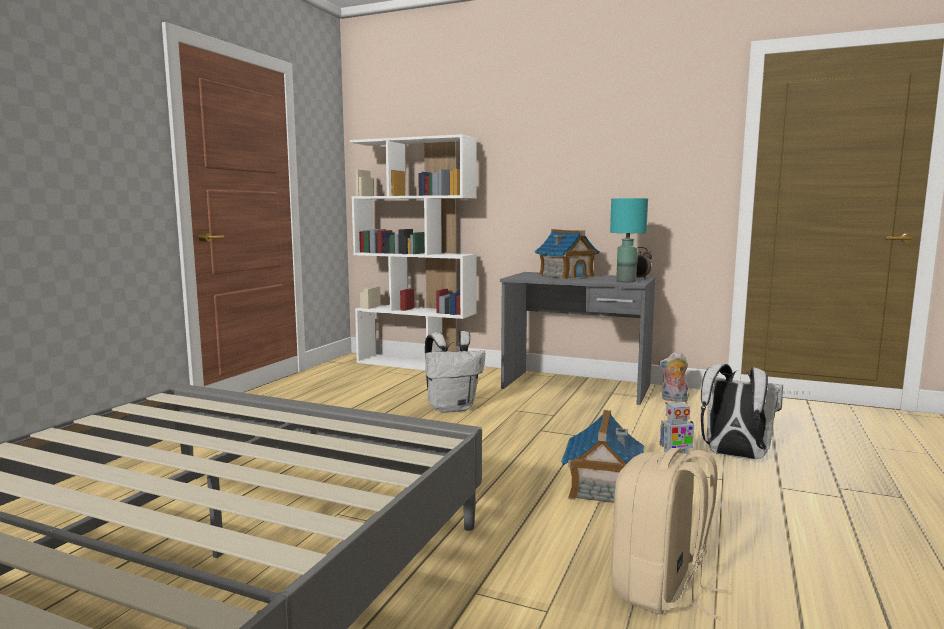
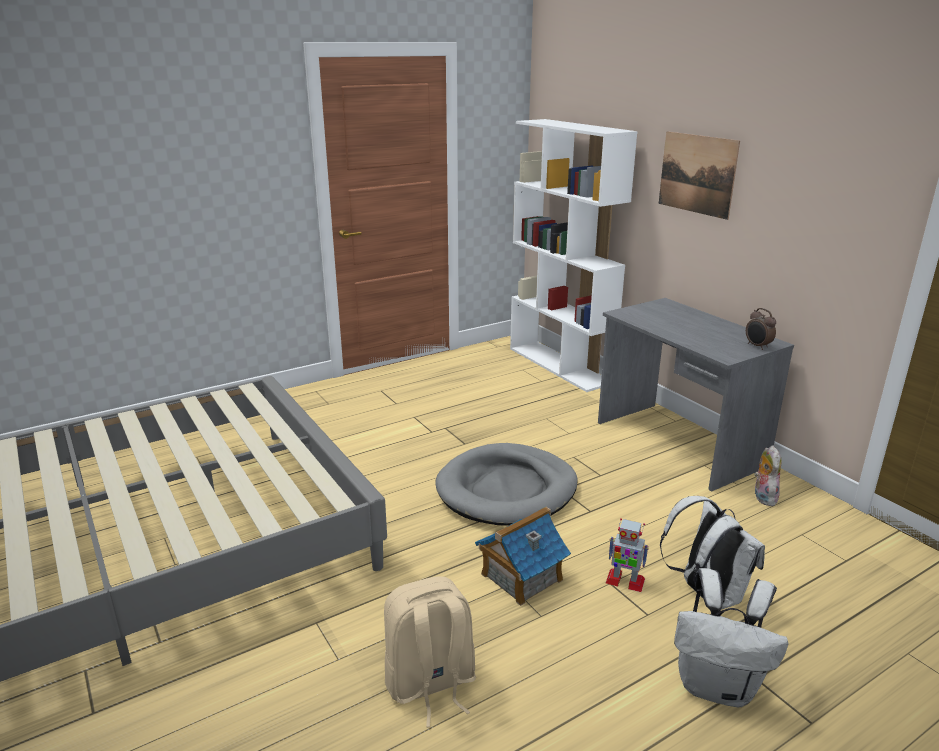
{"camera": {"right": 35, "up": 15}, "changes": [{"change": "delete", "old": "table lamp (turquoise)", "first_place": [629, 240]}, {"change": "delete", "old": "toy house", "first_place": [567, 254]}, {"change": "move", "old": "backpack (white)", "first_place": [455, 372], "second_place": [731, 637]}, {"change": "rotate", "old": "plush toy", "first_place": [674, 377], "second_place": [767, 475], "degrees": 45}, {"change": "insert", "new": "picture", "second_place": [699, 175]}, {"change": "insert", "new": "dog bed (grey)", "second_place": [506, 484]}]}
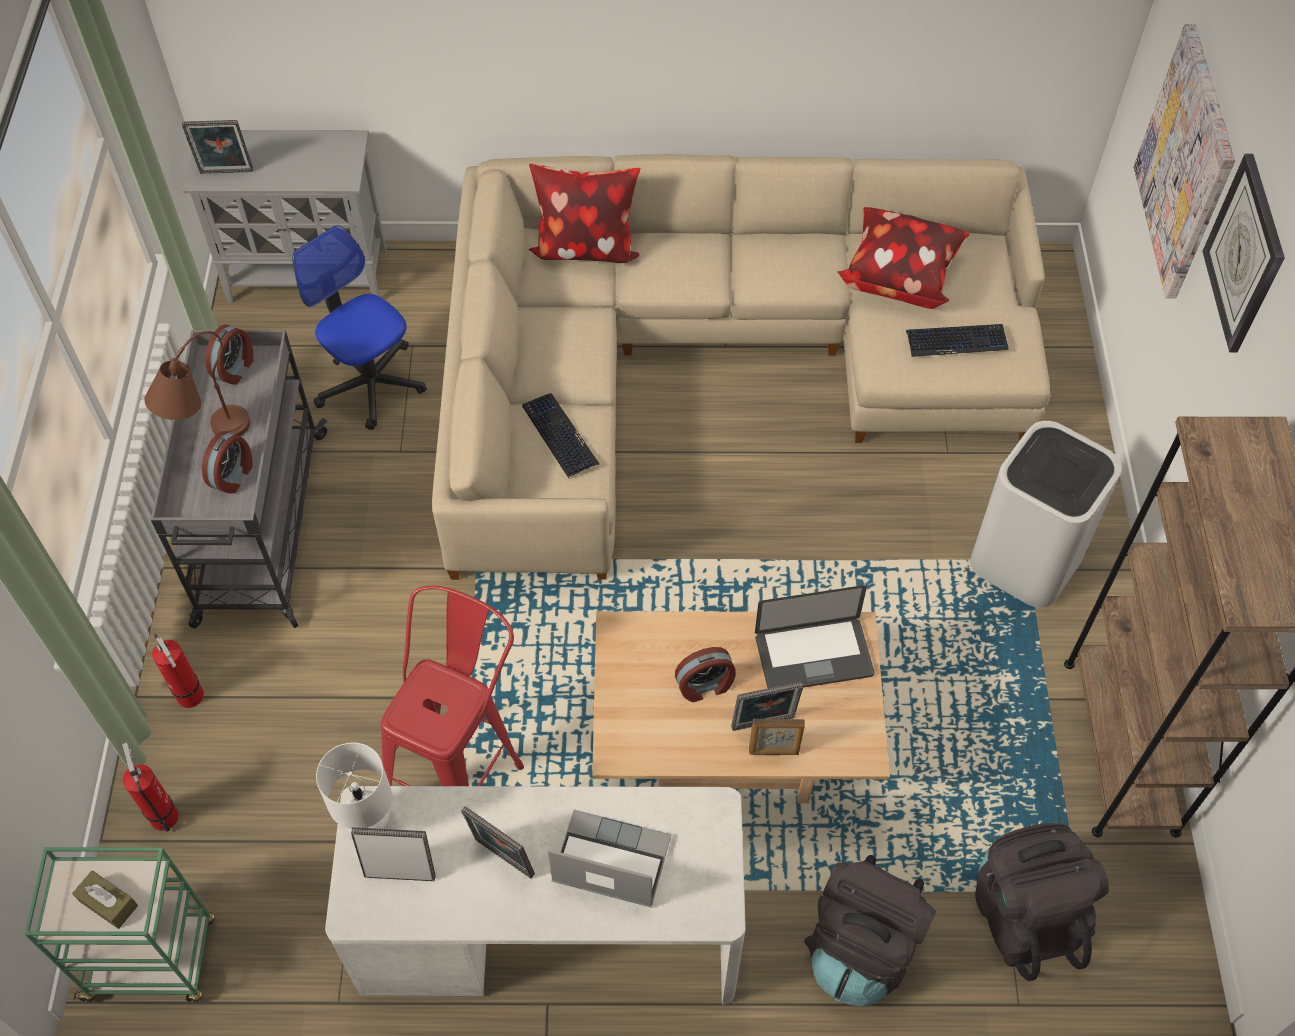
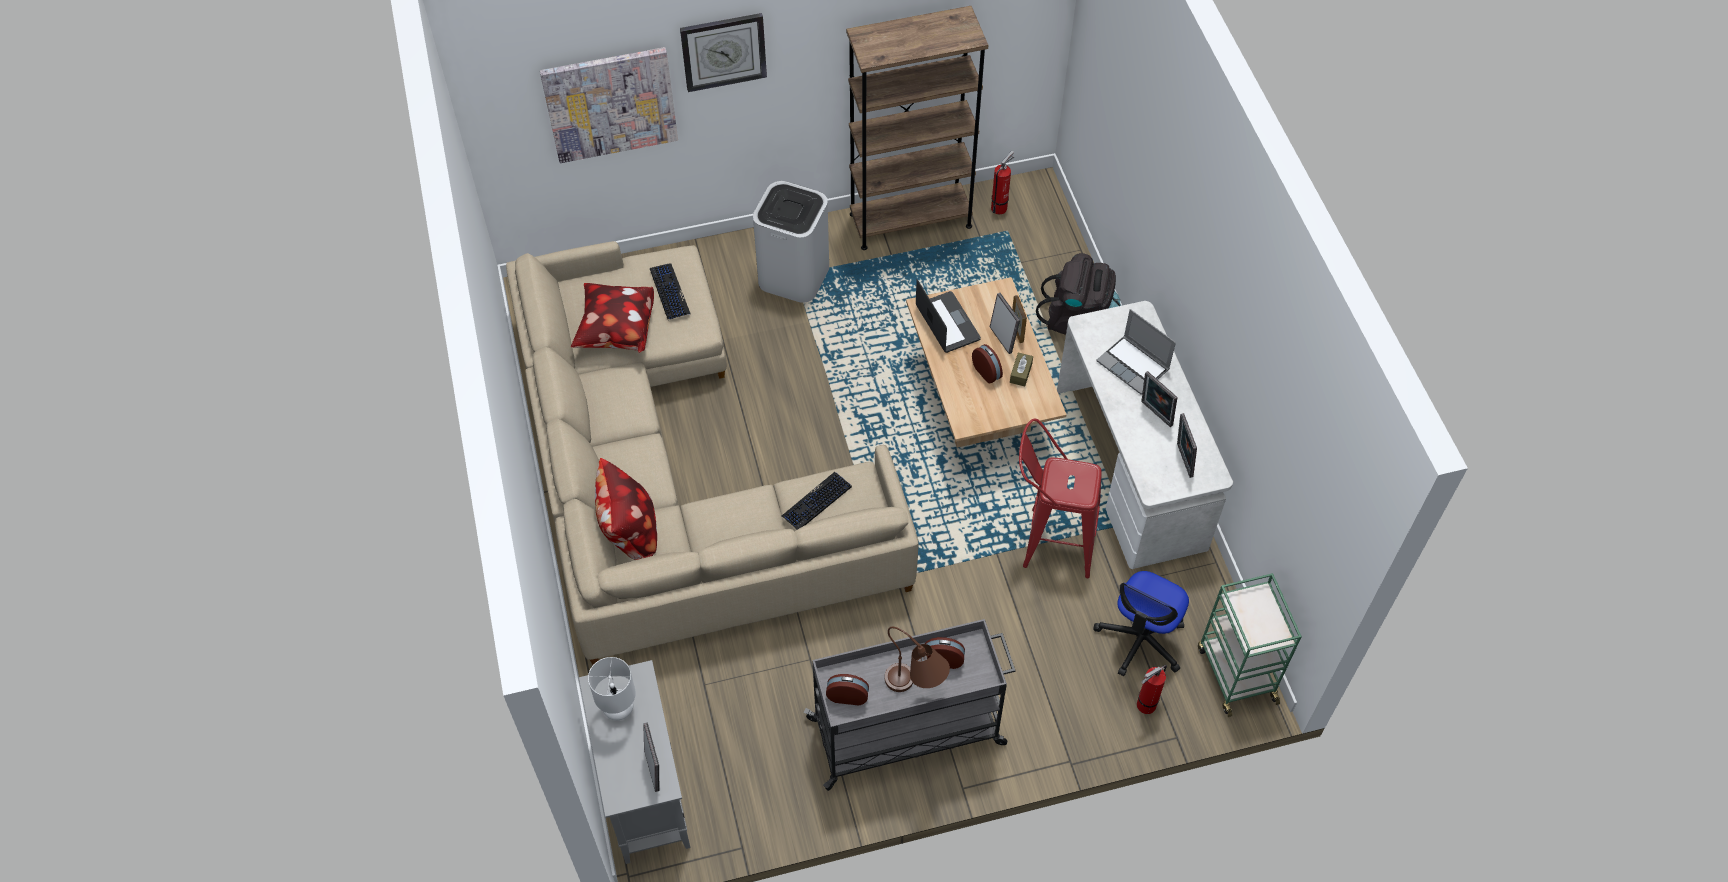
{"camera": {"right": -105, "up": 0}, "changes": [{"change": "move", "old": "office chair", "first_place": [359, 327], "second_place": [1141, 623]}, {"change": "move", "old": "fire extinguisher", "first_place": [178, 671], "second_place": [1002, 182]}, {"change": "move", "old": "table lamp (white)", "first_place": [354, 788], "second_place": [612, 689]}, {"change": "rotate", "old": "picture frame", "first_place": [498, 842], "second_place": [1159, 399], "degrees": 120}, {"change": "rotate", "old": "laptop", "first_place": [609, 858], "second_place": [1136, 351], "degrees": -45}, {"change": "delete", "old": "backpack (black)", "first_place": [1042, 902]}, {"change": "move", "old": "tissue box (brown)", "first_place": [105, 899], "second_place": [1021, 369]}]}
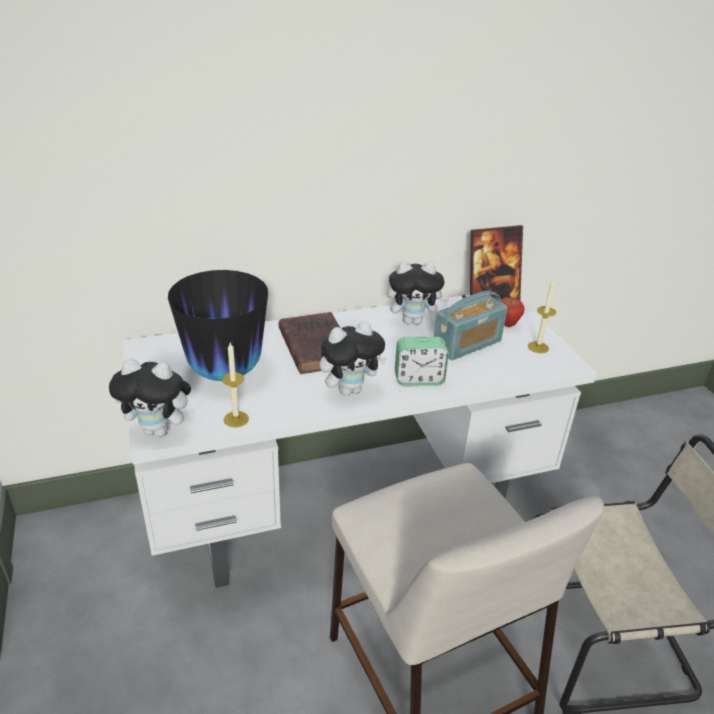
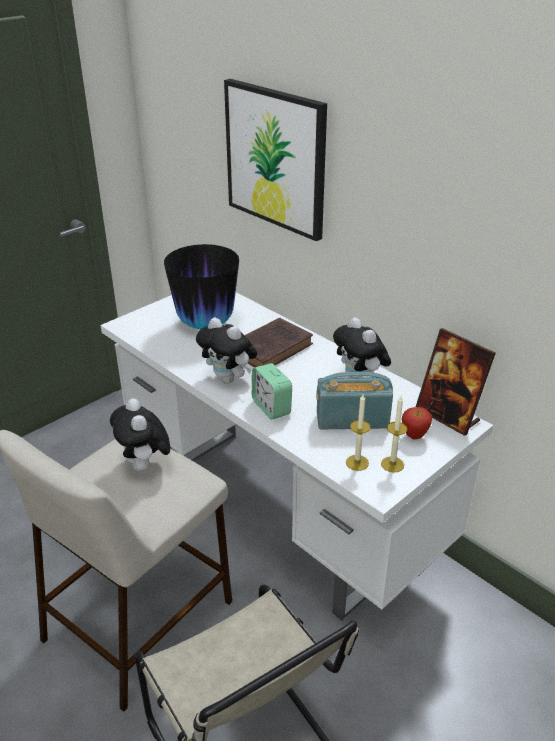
{"camera": {"right": 65, "up": 0}, "changes": [{"change": "rotate", "old": "radio", "first_place": [471, 325], "second_place": [354, 400], "degrees": 150}, {"change": "move", "old": "candle", "first_place": [235, 385], "second_place": [358, 432]}, {"change": "move", "old": "plush toy", "first_place": [152, 397], "second_place": [140, 434]}, {"change": "insert", "new": "picture", "second_place": [275, 160]}]}
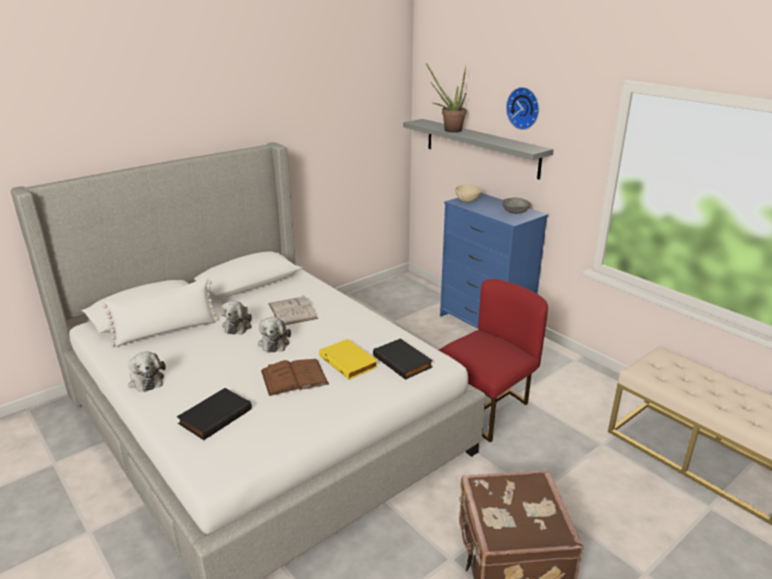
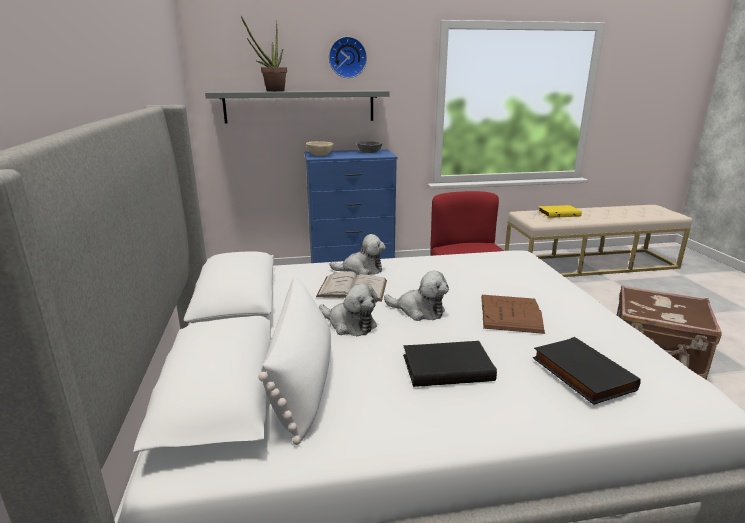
{"camera": {"right": -60, "up": -5}, "changes": [{"change": "move", "old": "book (black)", "first_place": [403, 359], "second_place": [450, 364]}, {"change": "move", "old": "book (yellow)", "first_place": [348, 359], "second_place": [560, 211]}, {"change": "move", "old": "plush toy", "first_place": [147, 372], "second_place": [358, 254]}]}
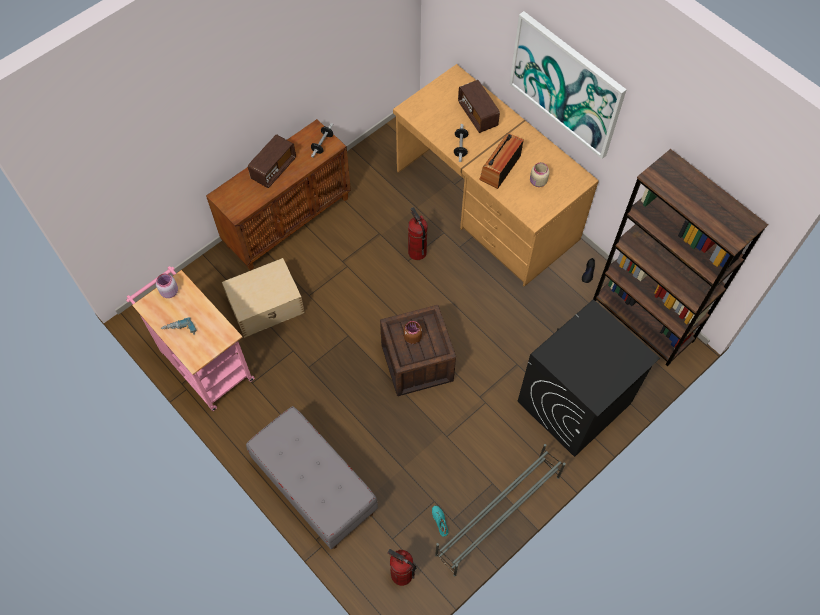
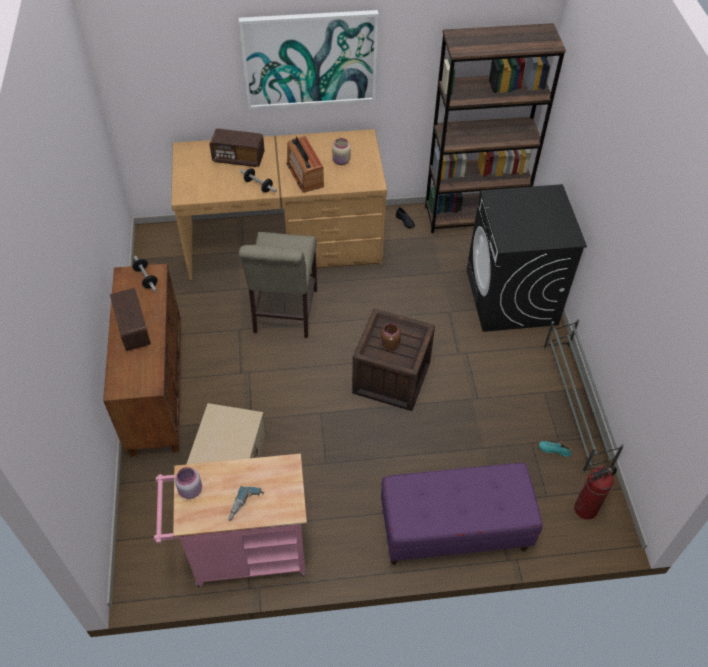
{"camera": {"right": -55, "up": -10}, "changes": [{"change": "replace", "old": "fire extinguisher", "new": "chair (beige)", "first_place": [418, 233], "second_place": [278, 285]}, {"change": "recolor", "old": "bench (grey)", "new": "bench (purple)", "first_place": [312, 477], "second_place": [462, 514]}]}
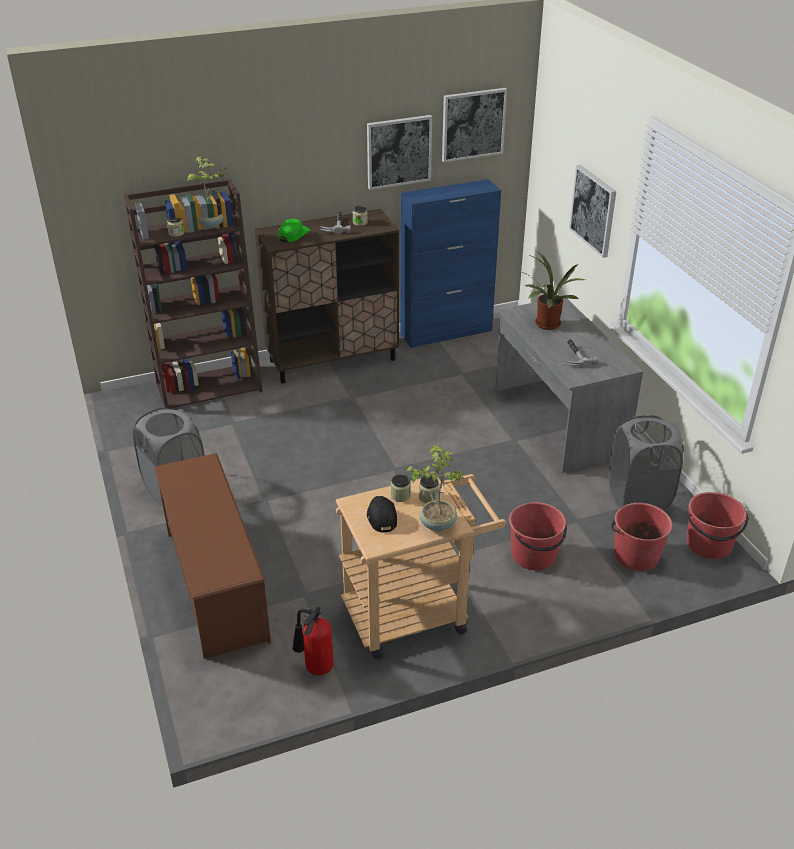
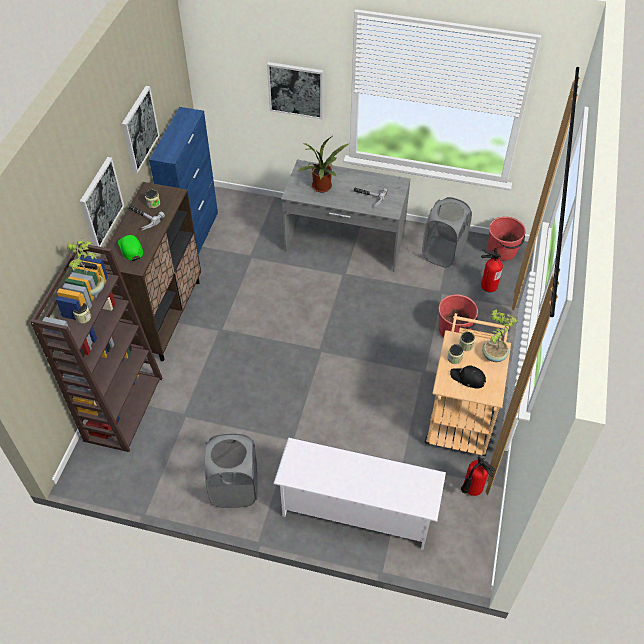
{"camera": {"right": -55, "up": 15}, "changes": [{"change": "move", "old": "picture", "first_place": [474, 125], "second_place": [102, 202]}, {"change": "recolor", "old": "shoe rack (brown)", "new": "shoe rack (white)", "first_place": [212, 556], "second_place": [359, 493]}, {"change": "replace", "old": "bucket (red)", "new": "fire extinguisher", "first_place": [642, 537], "second_place": [492, 270]}]}
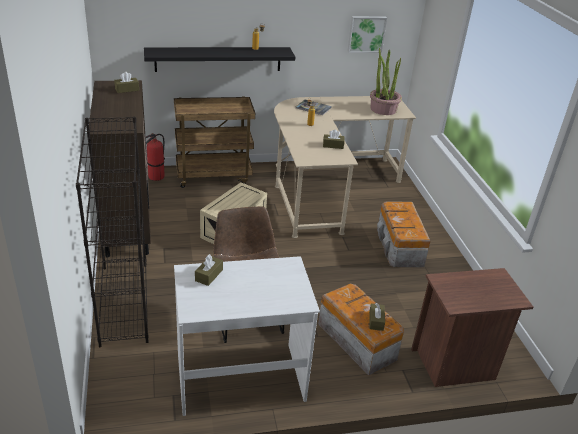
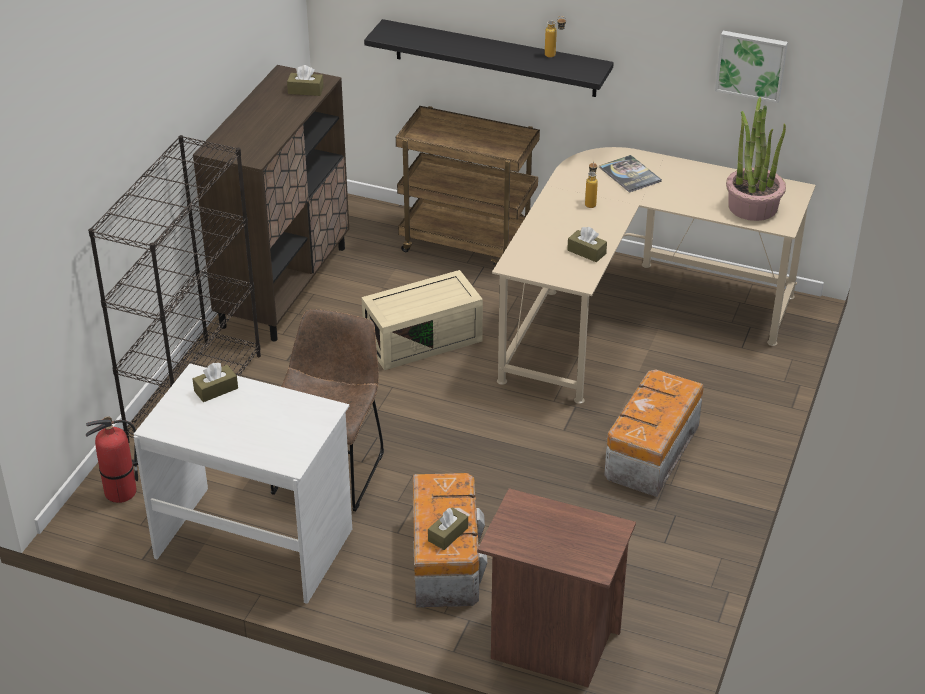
{"camera": {"right": 35, "up": 5}, "changes": [{"change": "move", "old": "fire extinguisher", "first_place": [155, 157], "second_place": [112, 459]}]}
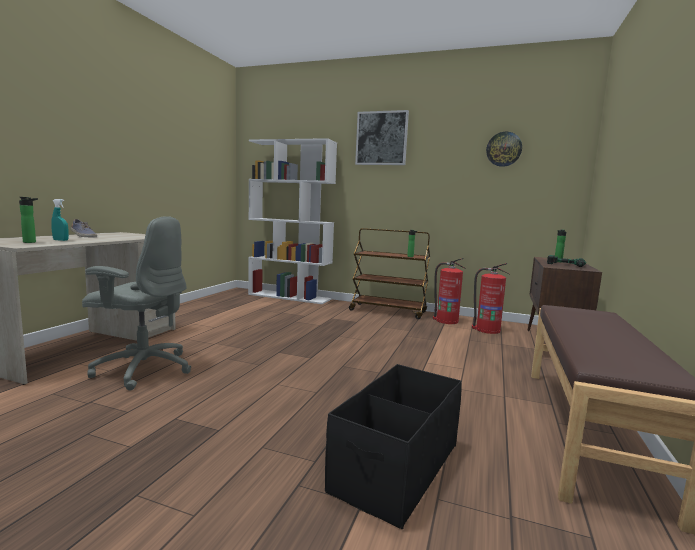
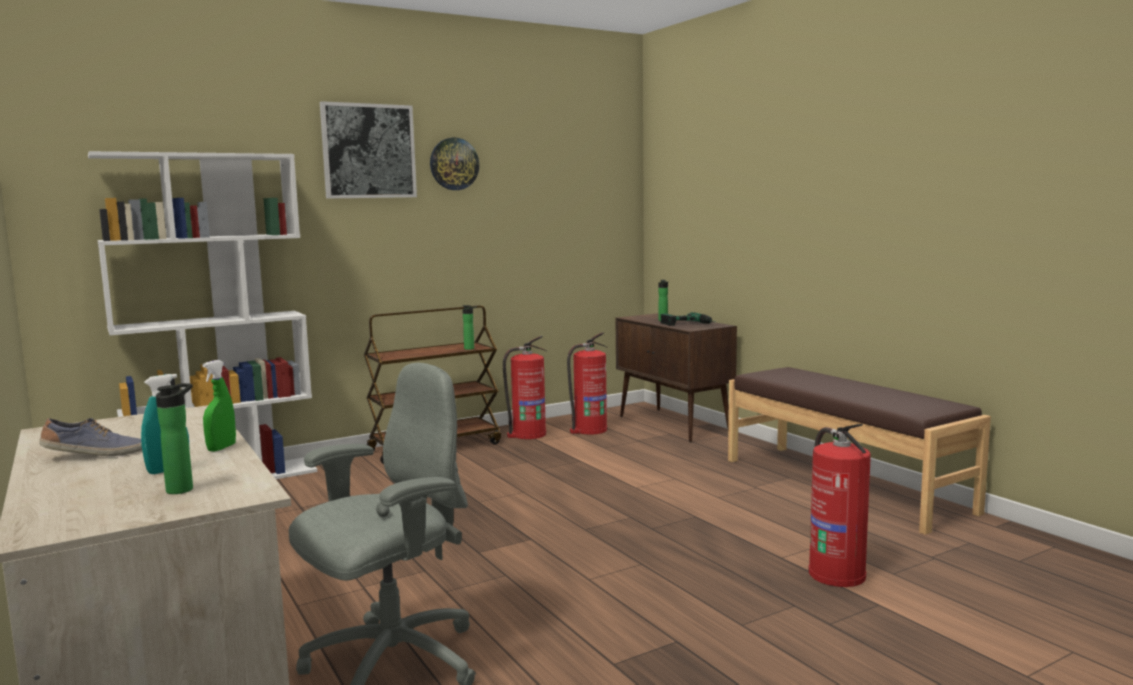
{"camera": {"right": -50, "up": 0}, "changes": [{"change": "move", "old": "wall clock", "first_place": [504, 149], "second_place": [454, 164]}, {"change": "replace", "old": "storage box (black)", "new": "fire extinguisher", "first_place": [393, 446], "second_place": [839, 505]}, {"change": "insert", "new": "spray bottle (green)", "second_place": [219, 406]}]}
